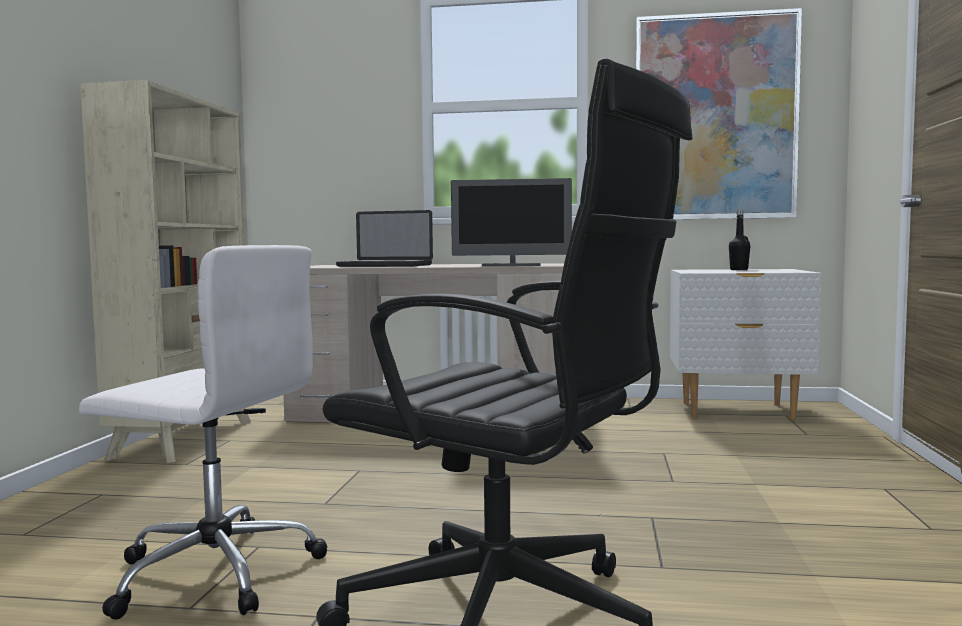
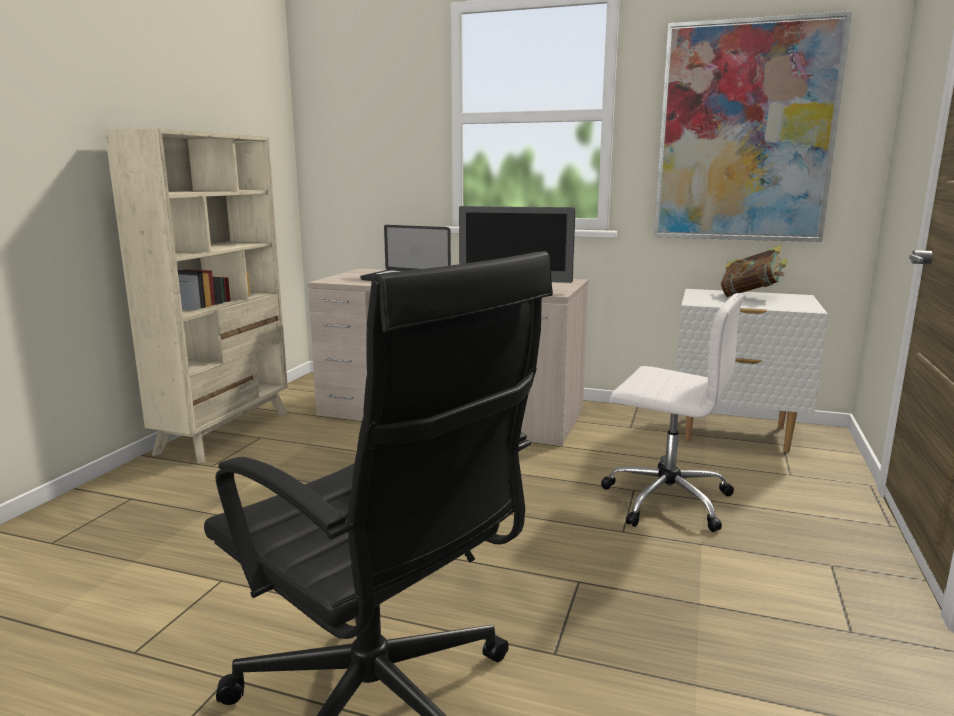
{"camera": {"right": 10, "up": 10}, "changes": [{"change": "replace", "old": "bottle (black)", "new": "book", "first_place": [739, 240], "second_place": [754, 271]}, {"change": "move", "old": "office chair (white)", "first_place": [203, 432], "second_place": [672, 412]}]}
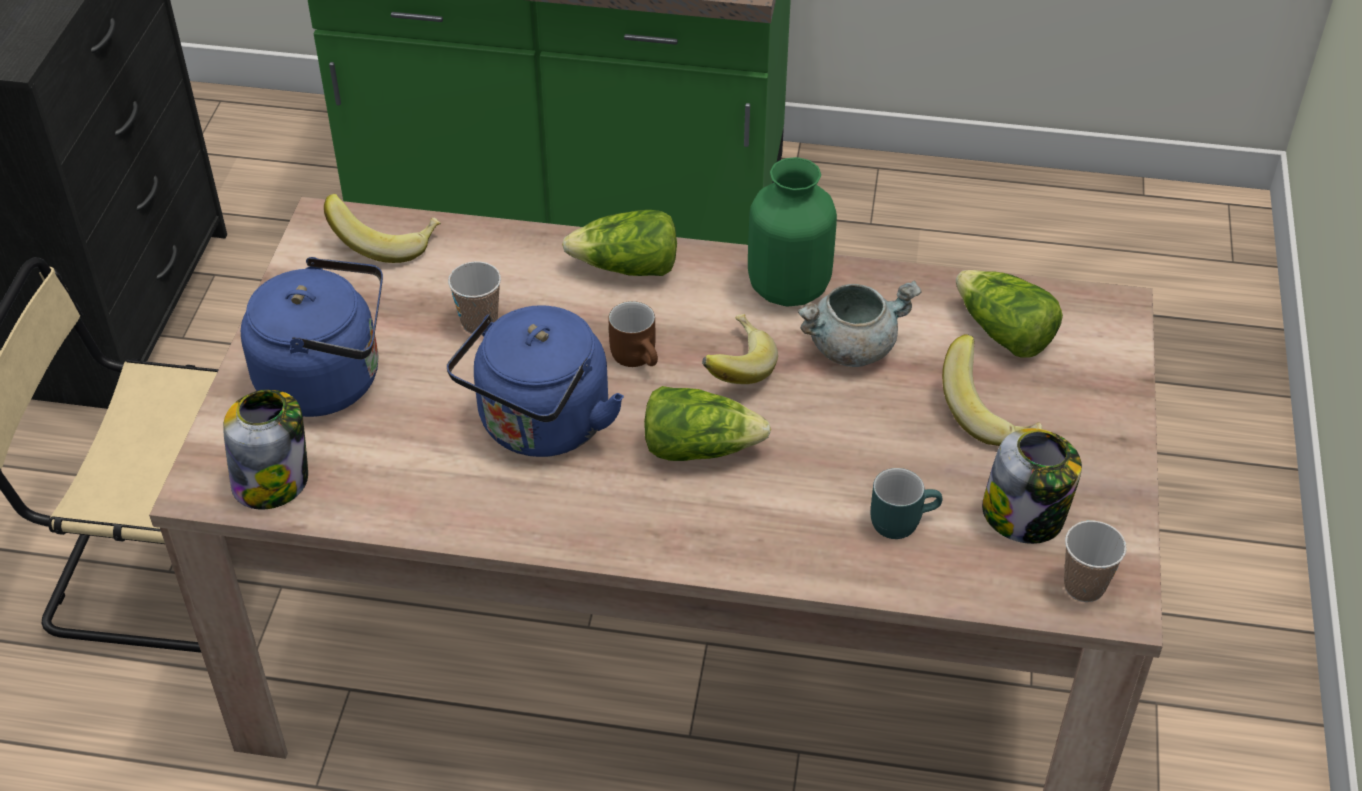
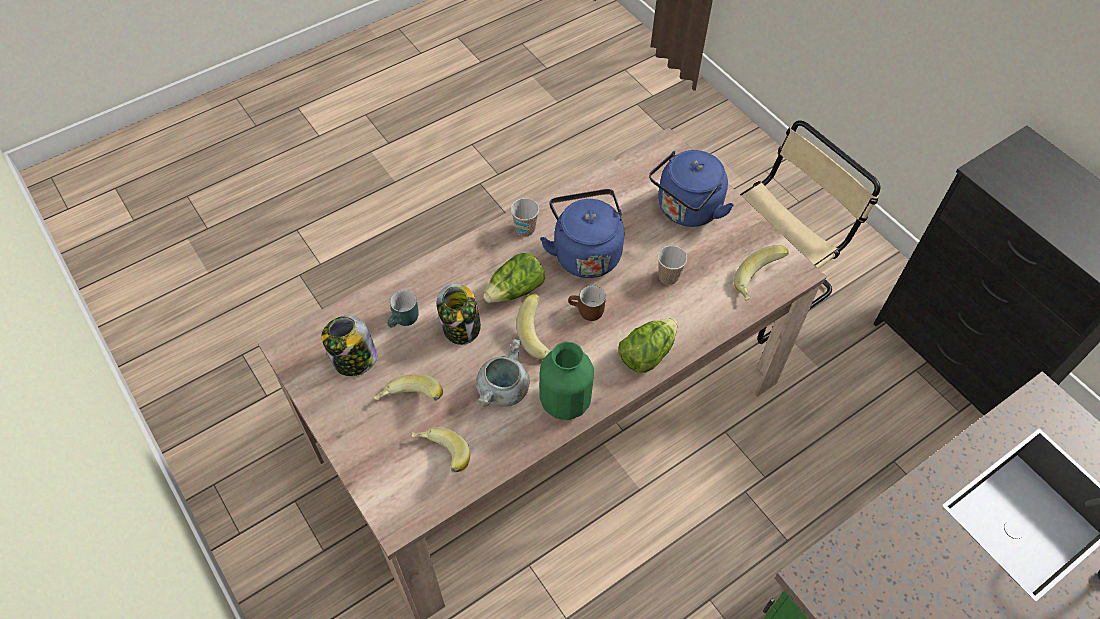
{"camera": {"right": 135, "up": 10}, "changes": [{"change": "replace", "old": "lettuce", "new": "banana", "first_place": [1009, 313], "second_place": [440, 449]}, {"change": "move", "old": "jar", "first_place": [265, 450], "second_place": [459, 314]}, {"change": "move", "old": "cup", "first_place": [1095, 561], "second_place": [525, 217]}]}
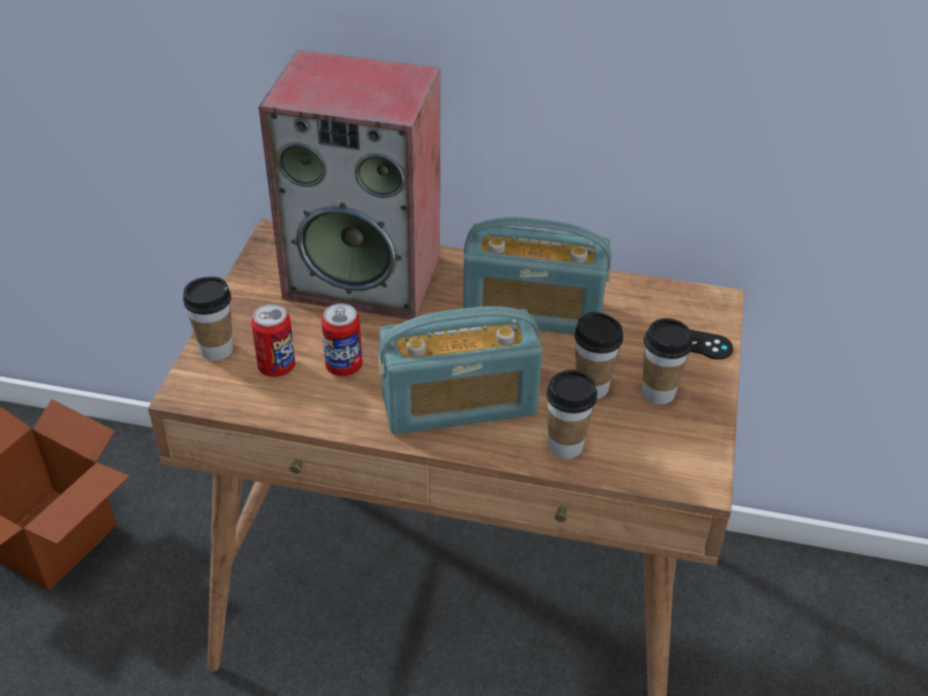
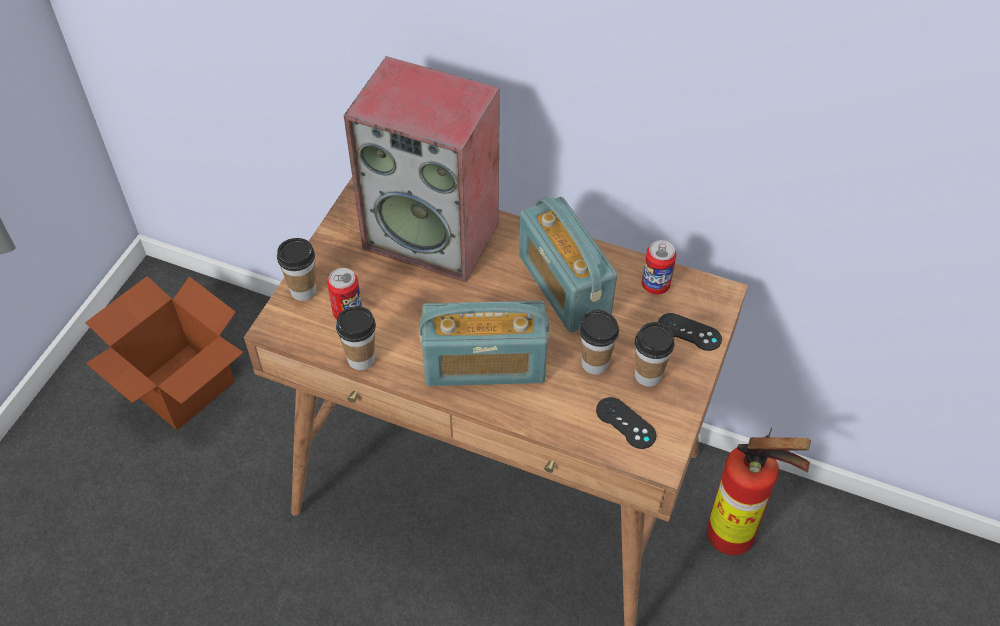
{"camera": {"right": 10, "up": 10}, "changes": [{"change": "rotate", "old": "radio", "first_place": [537, 275], "second_place": [568, 264], "degrees": 45}, {"change": "move", "old": "can", "first_place": [341, 340], "second_place": [659, 267]}, {"change": "move", "old": "cup", "first_place": [571, 414], "second_place": [356, 338]}, {"change": "insert", "new": "game controller (black)", "second_place": [626, 423]}, {"change": "insert", "new": "fire extinguisher", "second_place": [759, 491]}]}
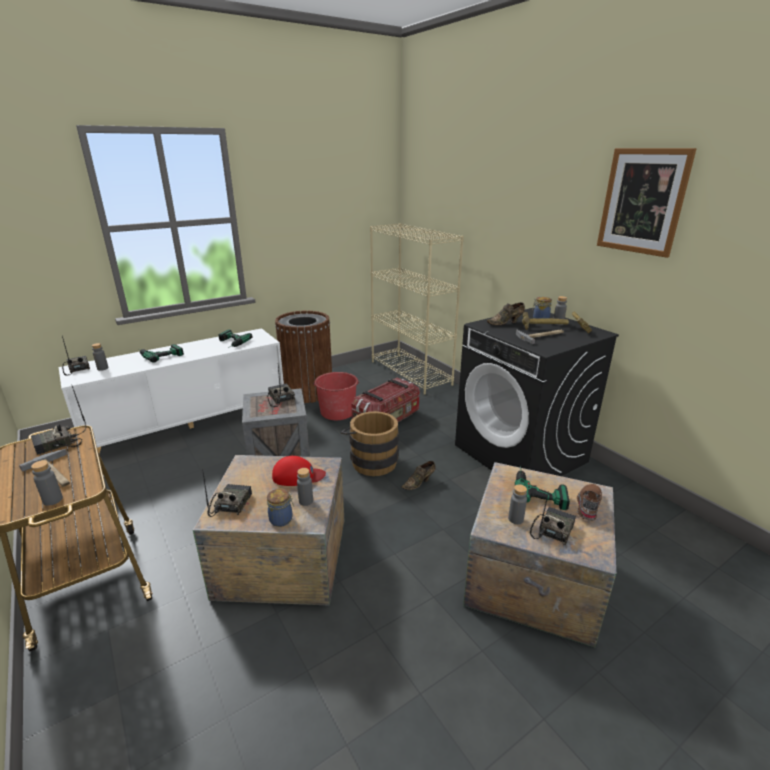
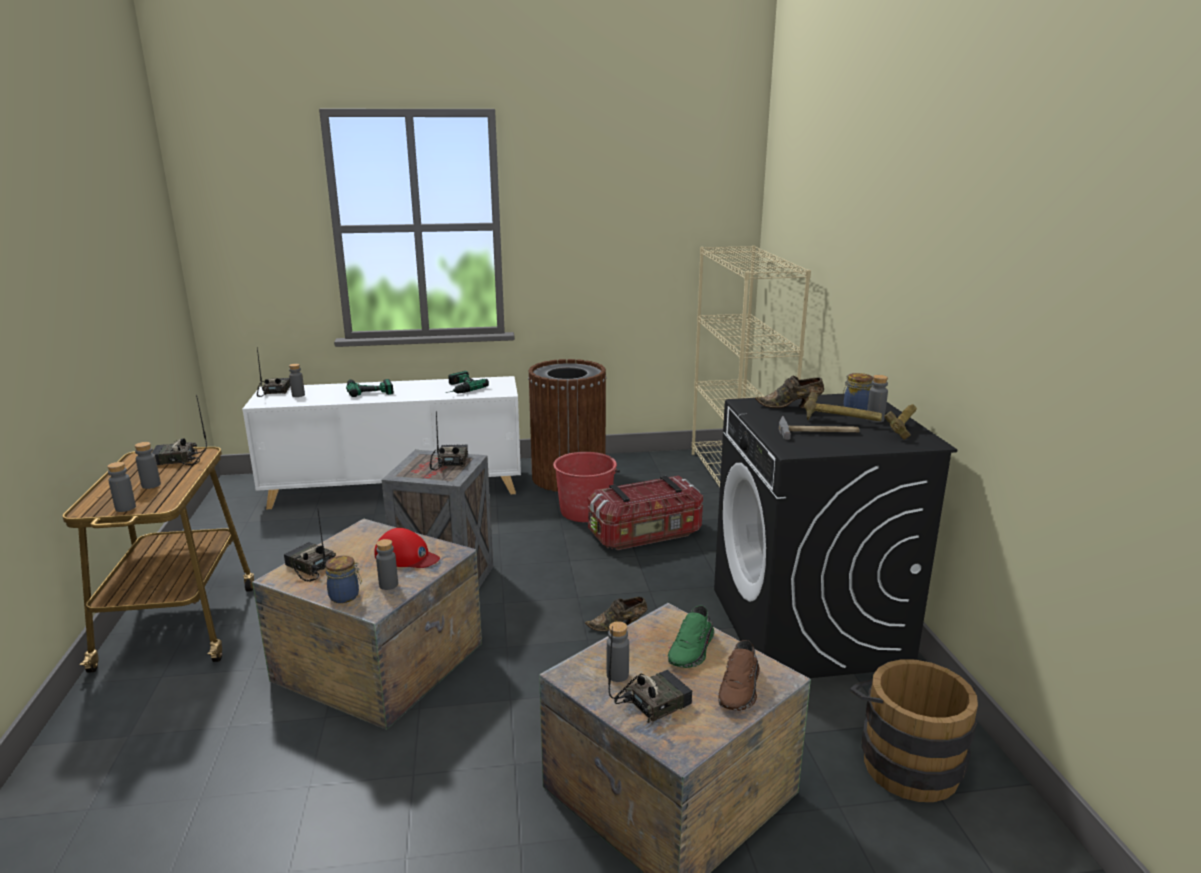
{"camera": {"right": 25, "up": -5}, "changes": [{"change": "delete", "old": "picture", "first_place": [647, 203]}, {"change": "move", "old": "bucket (brown)", "first_place": [370, 443], "second_place": [914, 730]}, {"change": "replace", "old": "hammer", "new": "bottle (grey)", "first_place": [44, 468], "second_place": [148, 465]}, {"change": "replace", "old": "power drill", "new": "shoe (green)", "first_place": [542, 488], "second_place": [691, 636]}, {"change": "rotate", "old": "radio", "first_place": [227, 493], "second_place": [310, 546], "degrees": -90}, {"change": "rotate", "old": "shoe (brown)", "first_place": [589, 502], "second_place": [739, 675], "degrees": 150}]}
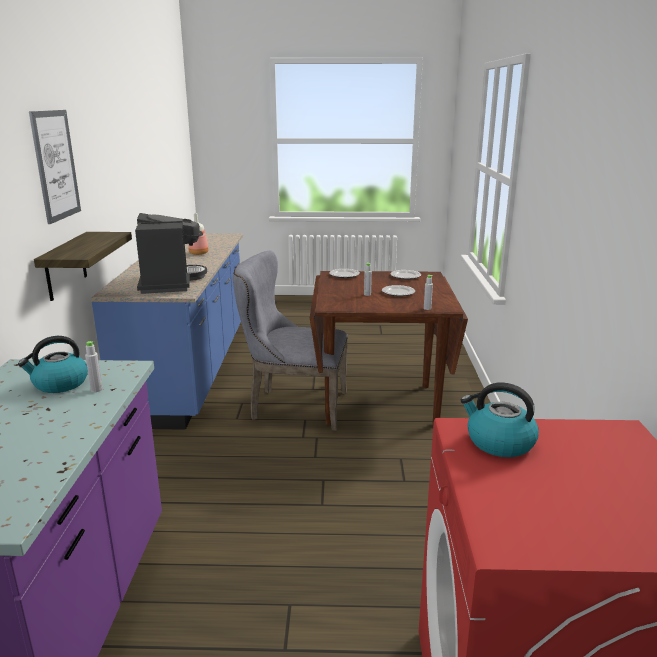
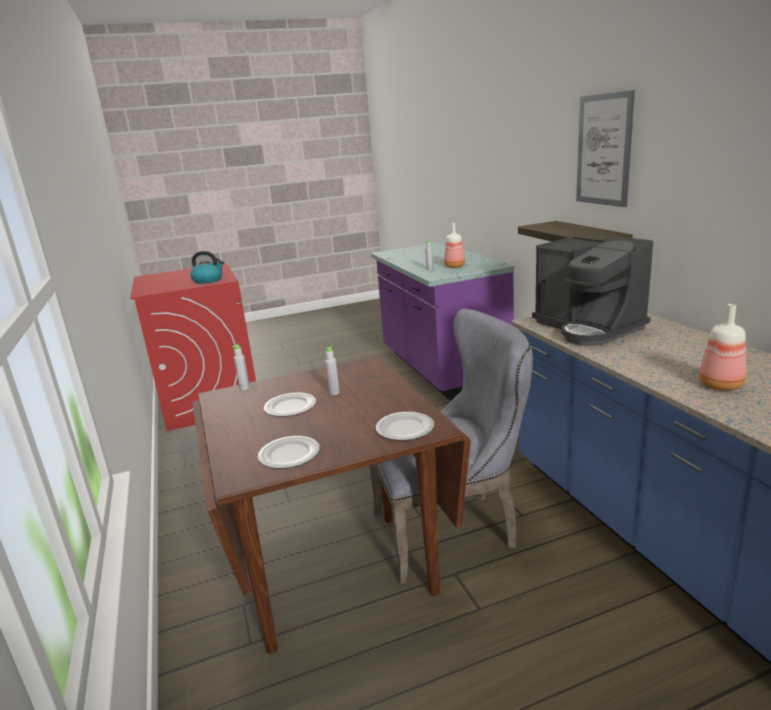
{"camera": {"right": 160, "up": 0}, "changes": [{"change": "replace", "old": "kettle", "new": "bottle", "first_place": [53, 364], "second_place": [454, 245]}]}
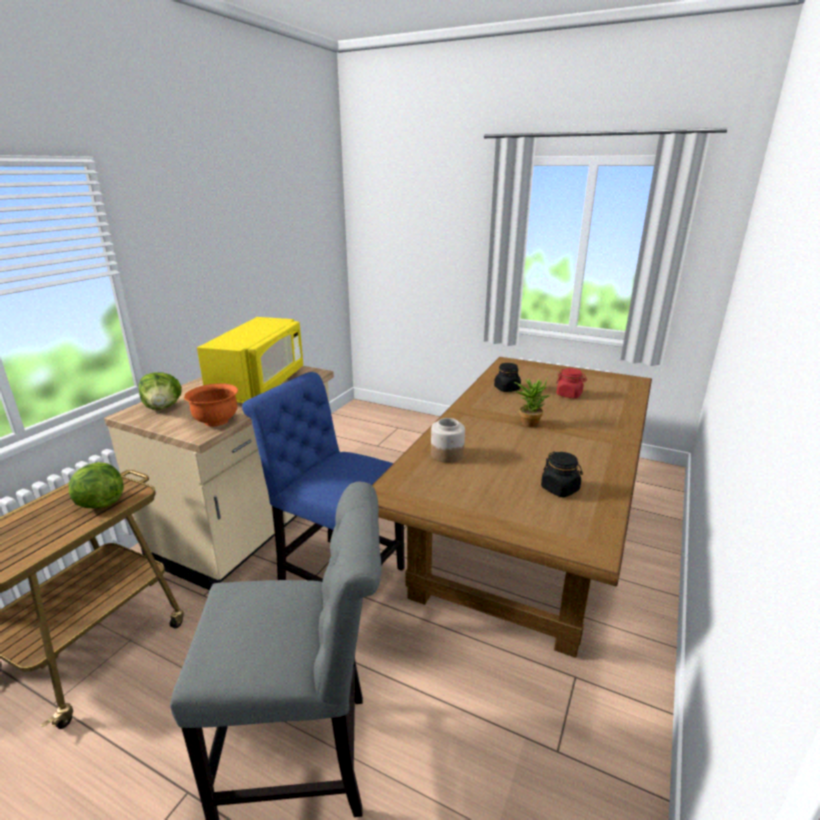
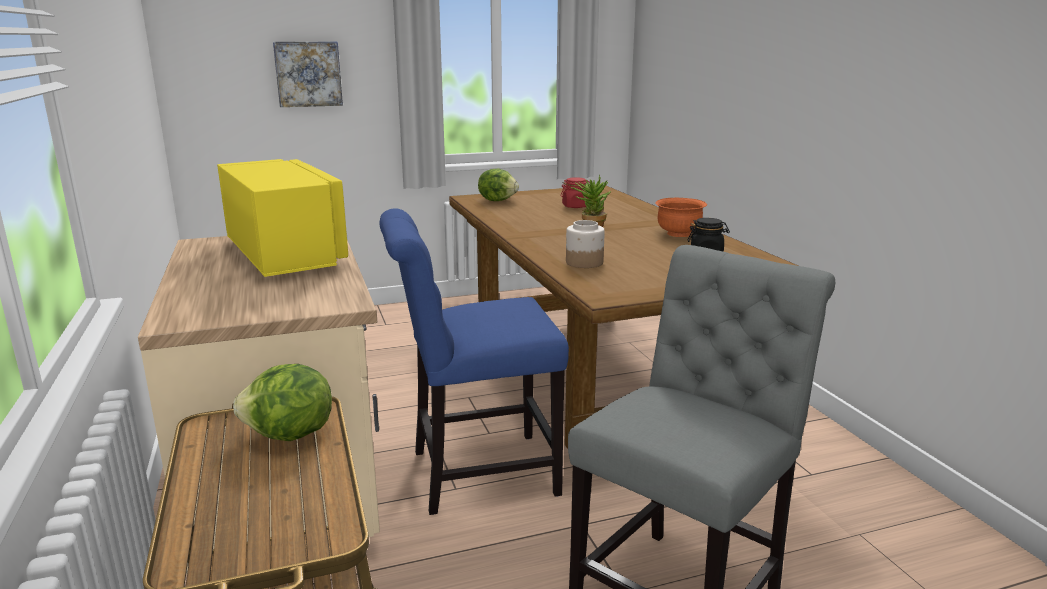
{"camera": {"right": -45, "up": -5}, "changes": [{"change": "delete", "old": "jar (black)", "first_place": [507, 377]}, {"change": "move", "old": "lettuce", "first_place": [160, 391], "second_place": [498, 185]}, {"change": "move", "old": "bowl (orange)", "first_place": [211, 405], "second_place": [681, 217]}, {"change": "insert", "new": "picture", "second_place": [308, 74]}]}
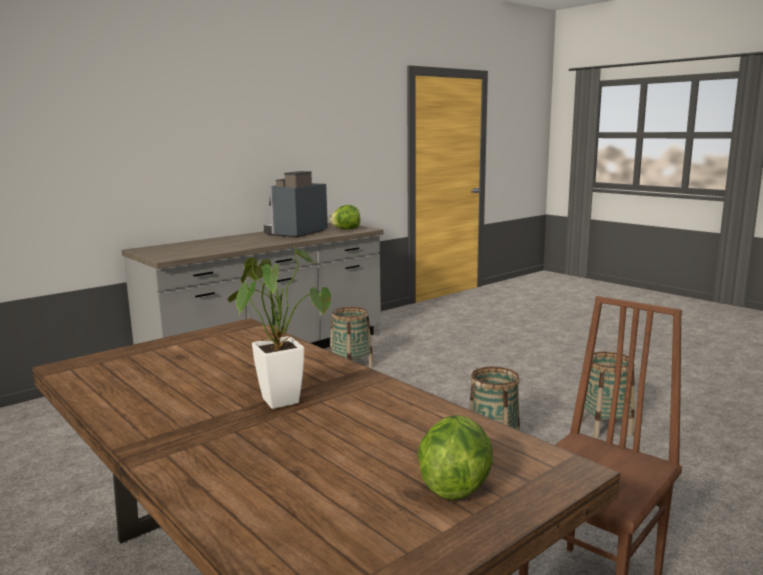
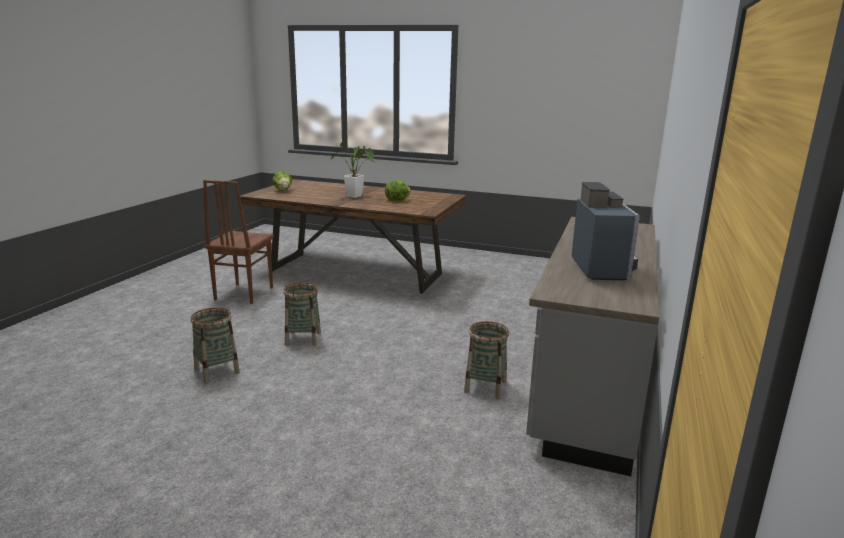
{"camera": {"right": 150, "up": 5}, "changes": [{"change": "move", "old": "lettuce", "first_place": [344, 217], "second_place": [398, 190]}]}
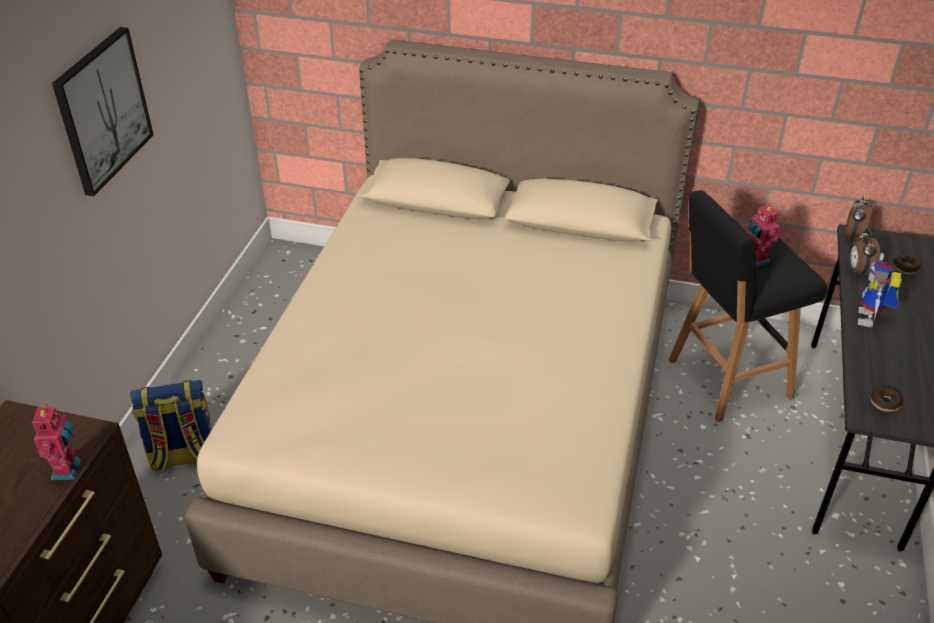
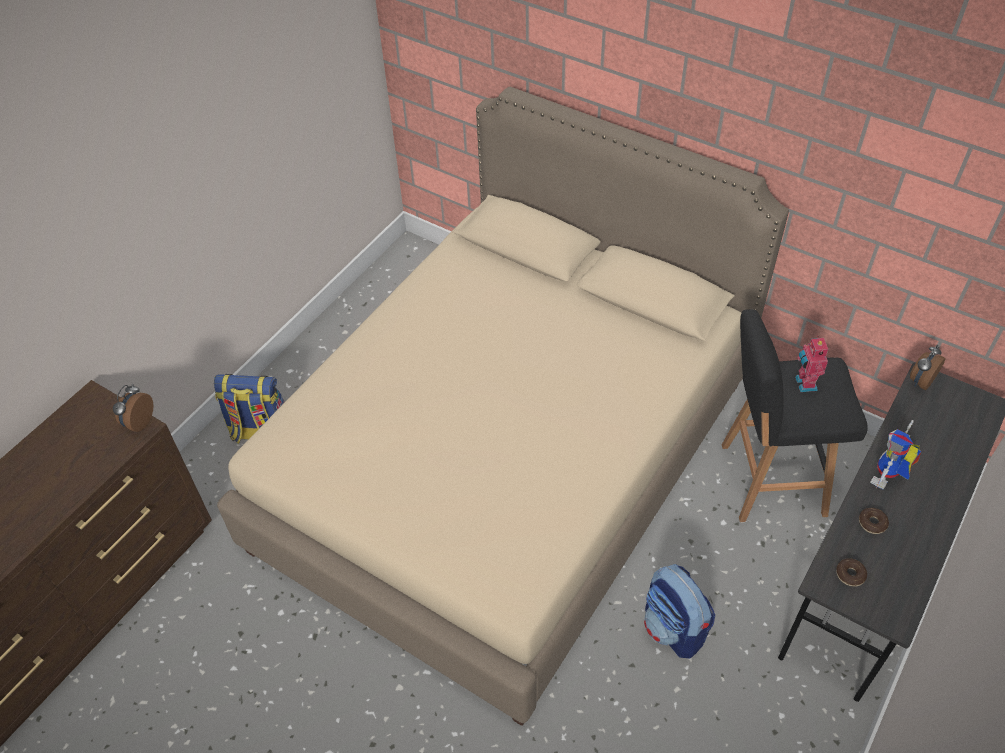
{"camera": {"right": 20, "up": 10}, "changes": [{"change": "delete", "old": "picture", "first_place": [102, 112]}, {"change": "move", "old": "alarm clock", "first_place": [864, 253], "second_place": [133, 408]}, {"change": "move", "old": "donut", "first_place": [907, 265], "second_place": [874, 521]}, {"change": "delete", "old": "toy robot", "first_place": [56, 442]}, {"change": "insert", "new": "backpack", "second_place": [679, 611]}]}
